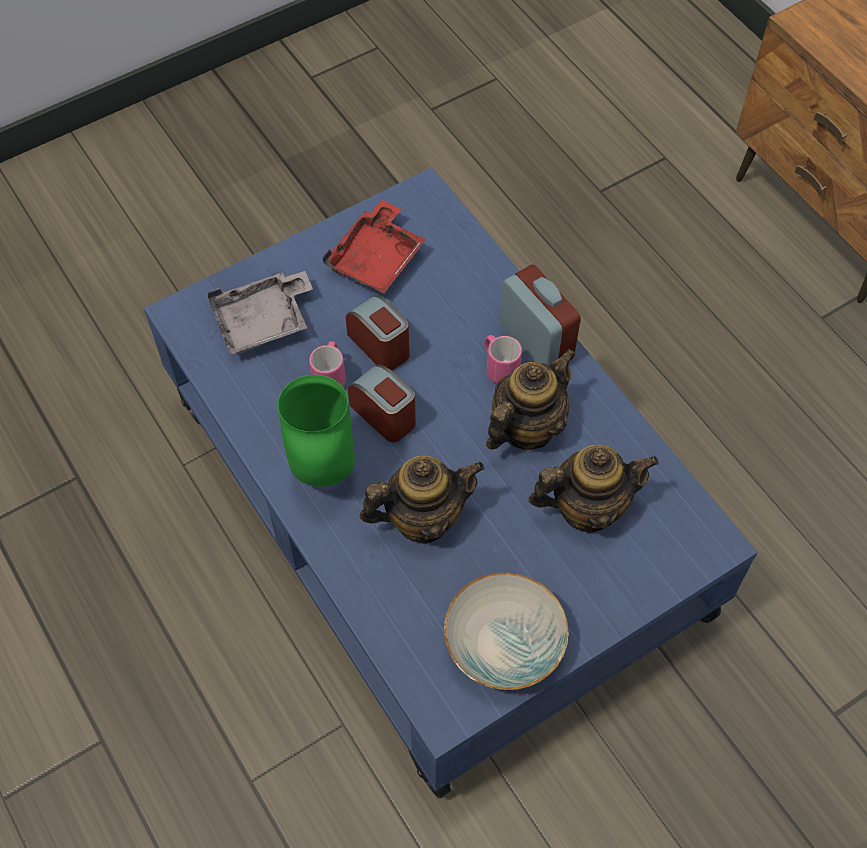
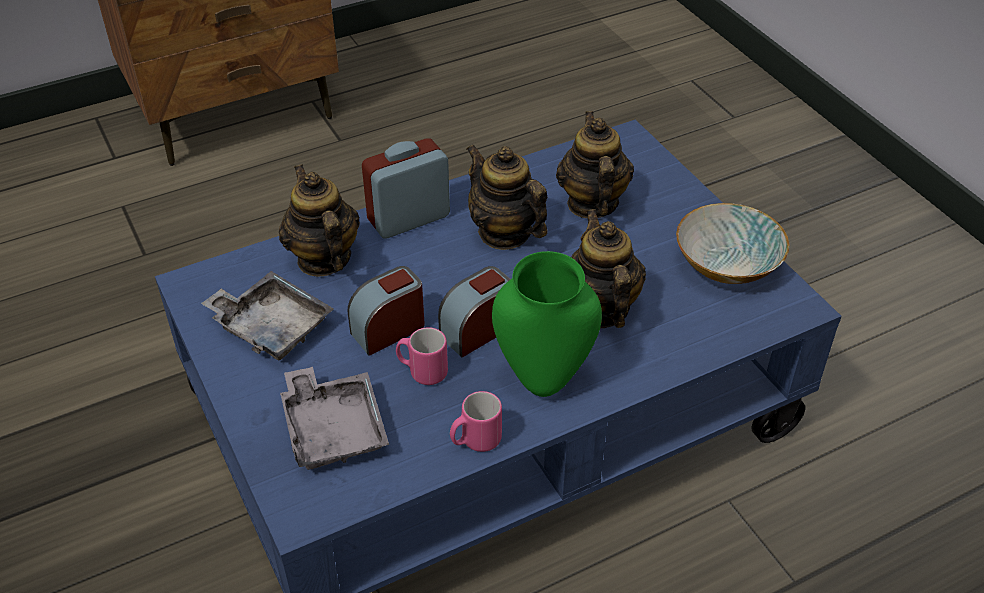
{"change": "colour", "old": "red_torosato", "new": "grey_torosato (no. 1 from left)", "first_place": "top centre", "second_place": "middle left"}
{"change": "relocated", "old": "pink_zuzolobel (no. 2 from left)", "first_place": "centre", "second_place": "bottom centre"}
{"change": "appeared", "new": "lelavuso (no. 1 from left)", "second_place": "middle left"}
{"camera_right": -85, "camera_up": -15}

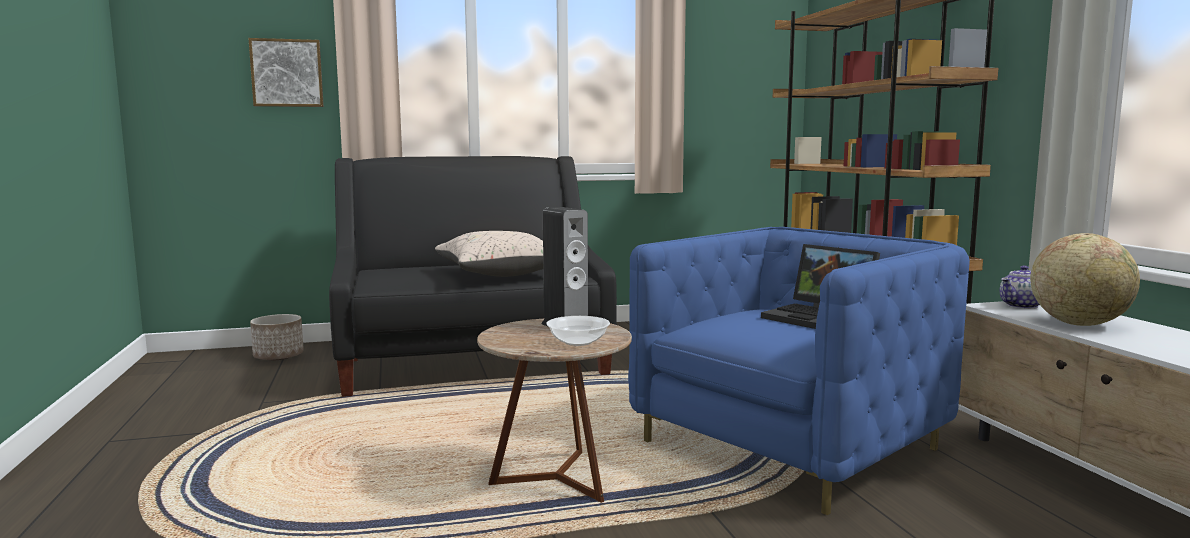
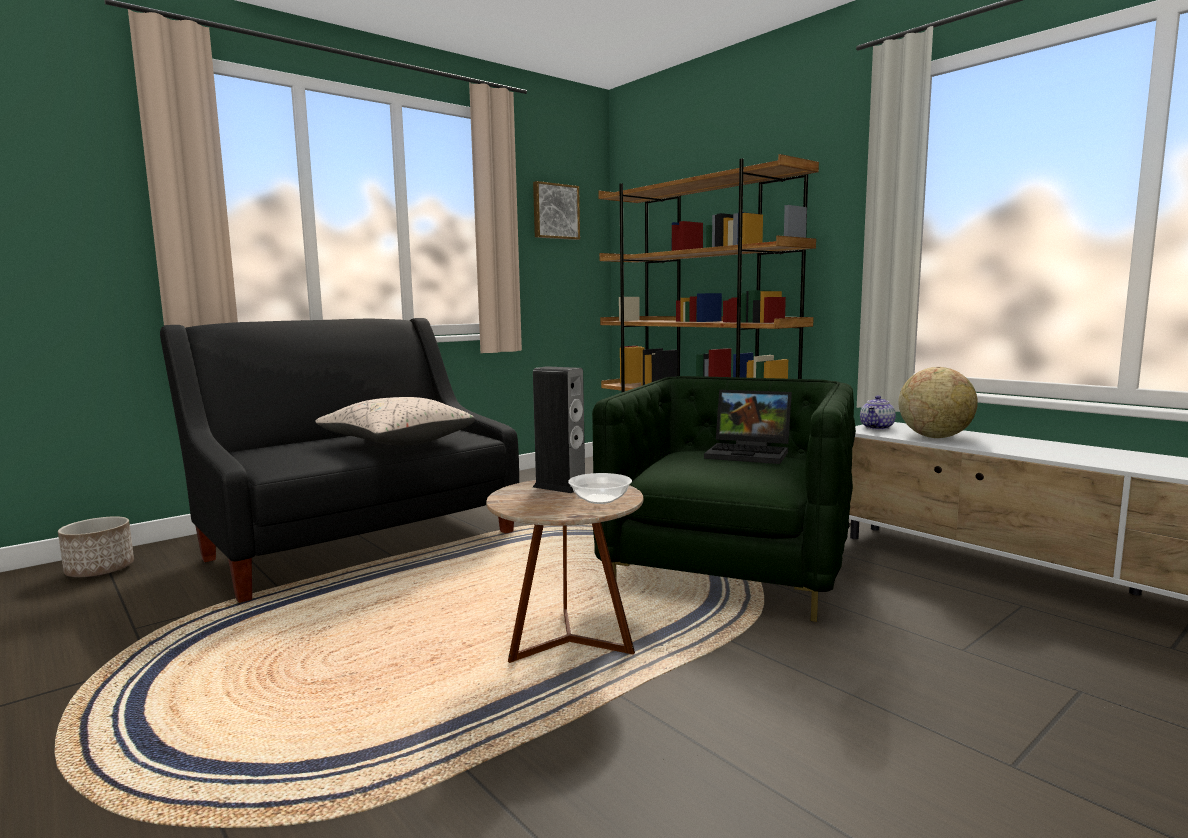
{"change": "relocated", "old": "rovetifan", "first_place": "top left", "second_place": "top centre"}
{"change": "colour", "old": "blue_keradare", "new": "green_keradare", "first_place": "bottom right", "second_place": "centre"}
{"camera_right": -25, "camera_up": 0}

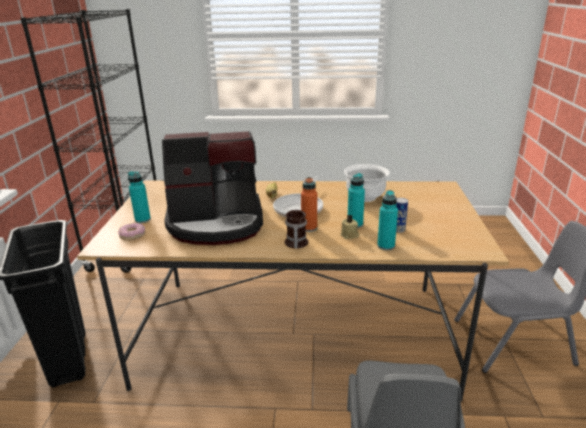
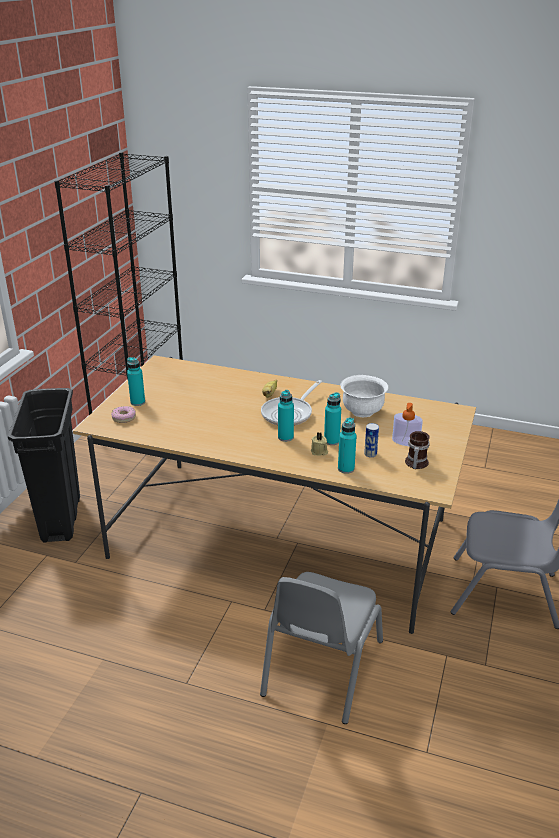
{"change": "missing", "old": "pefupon", "first_place": "centre"}
{"change": "colour", "old": "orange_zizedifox", "new": "turquoise_zizedifox (no. 2 from left)", "first_place": "centre", "second_place": "centre"}
{"change": "relocated", "old": "zuzolobel", "first_place": "centre", "second_place": "middle right"}
{"change": "appeared", "new": "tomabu", "second_place": "middle right"}
{"camera_right": 15, "camera_up": 5}

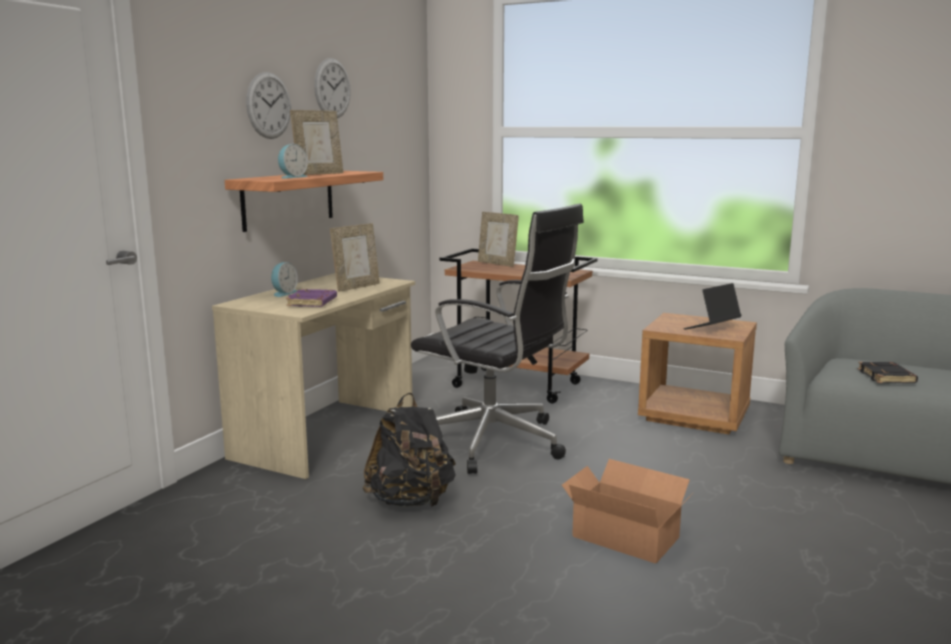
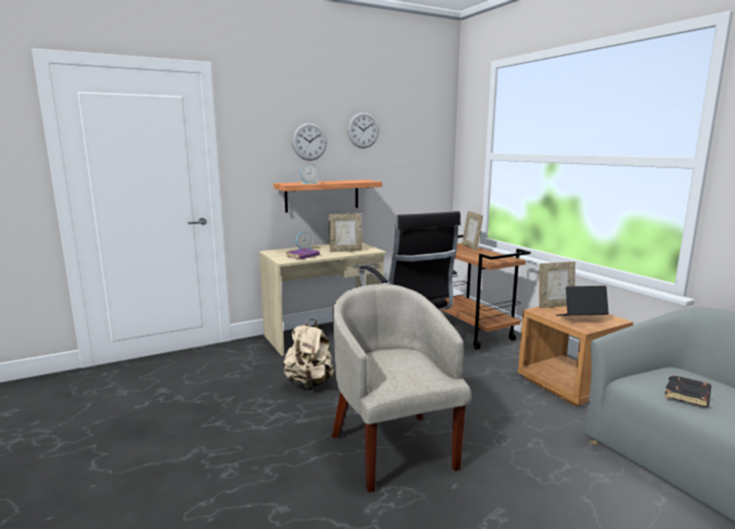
{"change": "relocated", "old": "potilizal (no. 1 from left in the first image)", "new": "potilizal (no. 3 from left)", "first_place": "top left", "second_place": "middle right"}
{"change": "colour", "old": "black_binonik", "new": "beige_binonik", "first_place": "bottom centre", "second_place": "bottom centre"}
{"change": "exchanged", "old": "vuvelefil", "new": "beige_keradare", "first_place": "bottom centre", "second_place": "bottom centre"}
{"camera_right": 35, "camera_up": 0}

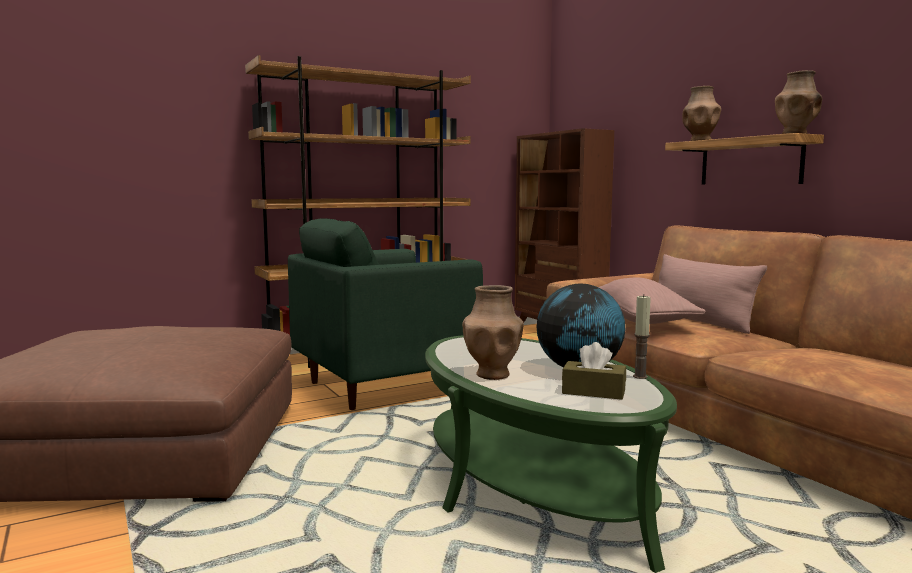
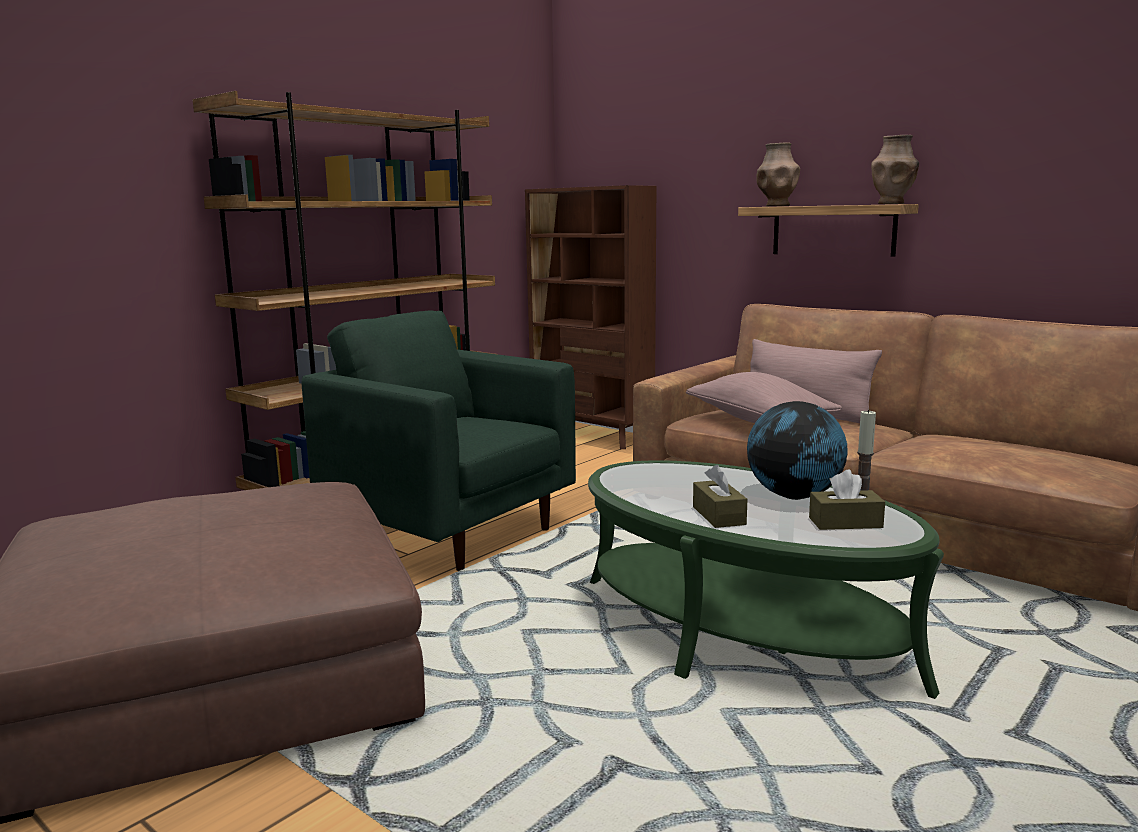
{"change": "spun", "old": "green_keradare", "first_place": "centre", "second_place": "centre", "degrees": 90}
{"change": "exchanged", "old": "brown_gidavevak (no. 1 from left)", "new": "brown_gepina (no. 1 from left)", "first_place": "centre", "second_place": "centre"}
{"camera_right": -20, "camera_up": 5}

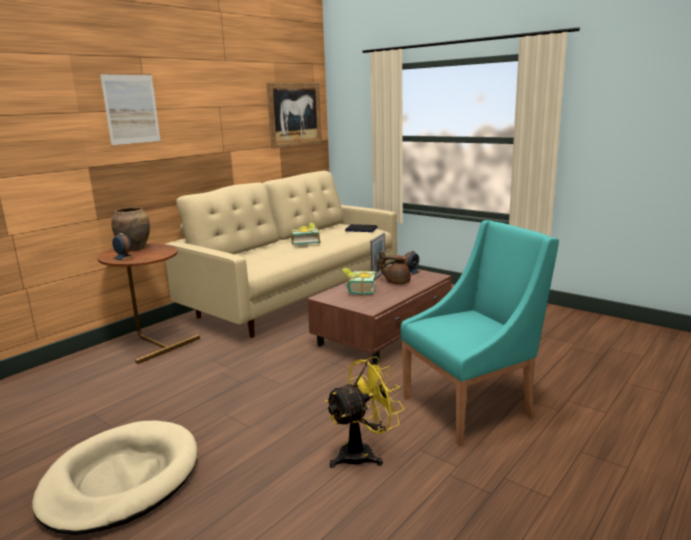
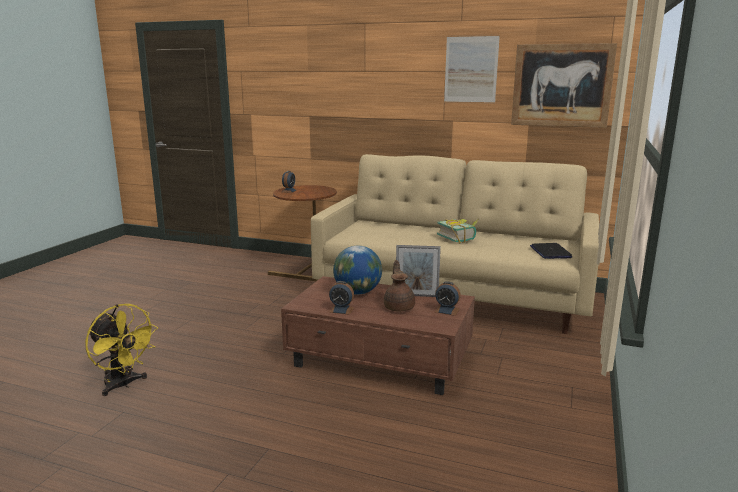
{"change": "relocated", "old": "rovetifan (no. 1 from left)", "first_place": "top left", "second_place": "top centre"}
{"change": "missing", "old": "brown_gidavevak", "first_place": "middle left"}
{"change": "missing", "old": "turquoise_keradare", "first_place": "middle right"}
{"change": "exchanged", "old": "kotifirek (no. 2 from left)", "new": "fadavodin", "first_place": "centre", "second_place": "centre"}
{"change": "missing", "old": "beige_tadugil", "first_place": "bottom left"}
{"change": "appeared", "new": "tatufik (no. 2 from left)", "second_place": "centre"}
{"camera_right": 70, "camera_up": 0}

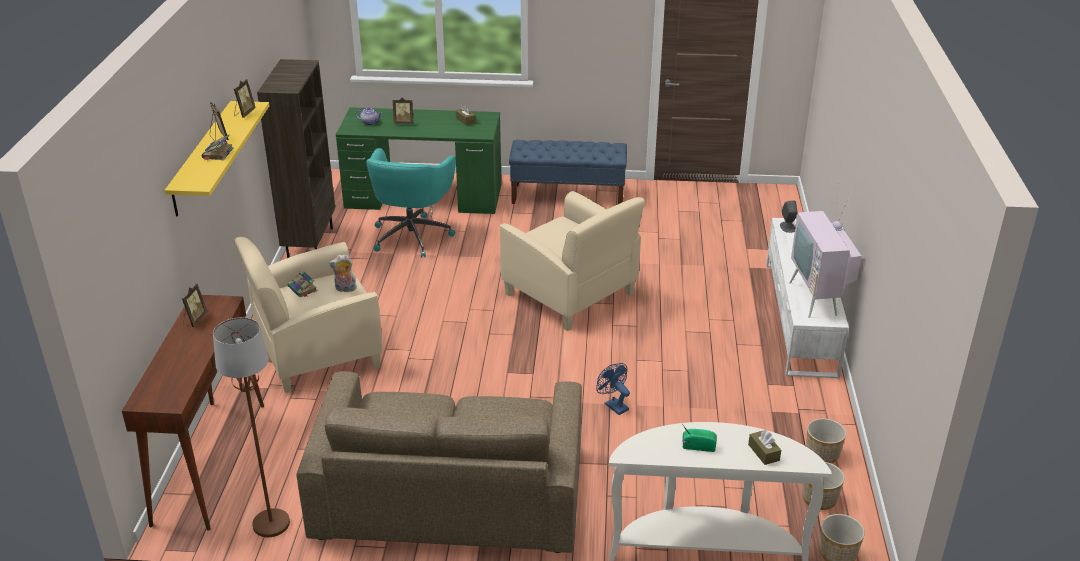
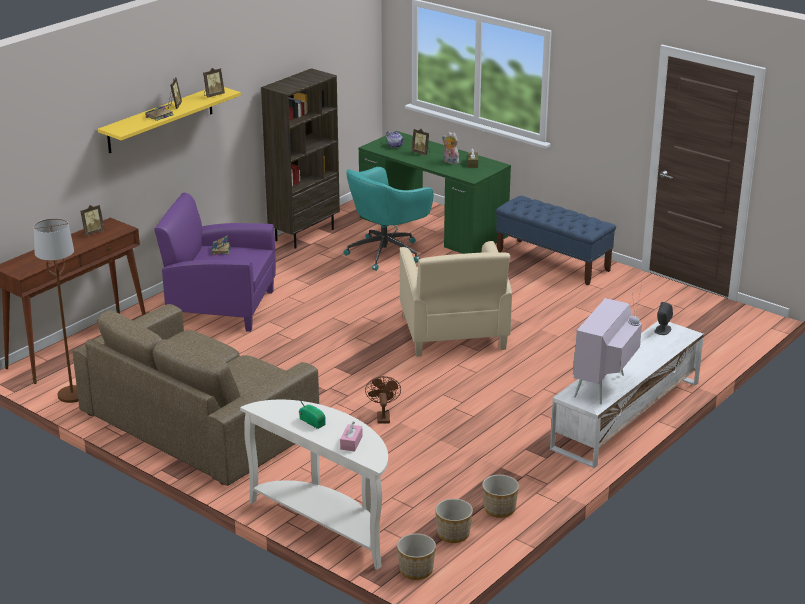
{"change": "colour", "old": "beige_keradare (no. 1 from left)", "new": "purple_keradare", "first_place": "middle left", "second_place": "middle left"}
{"change": "relocated", "old": "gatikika", "first_place": "middle left", "second_place": "top centre"}
{"change": "colour", "old": "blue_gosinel", "new": "brown_gosinel", "first_place": "bottom centre", "second_place": "centre"}
{"change": "colour", "old": "brown_gepina (no. 2 from left)", "new": "pink_gepina", "first_place": "bottom right", "second_place": "bottom centre"}
{"camera_right": 35, "camera_up": -5}

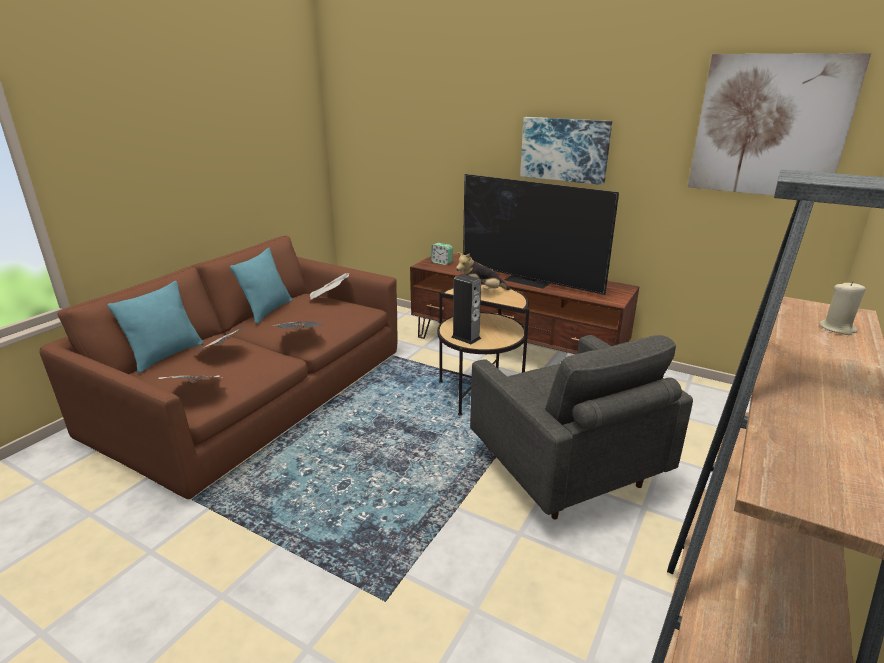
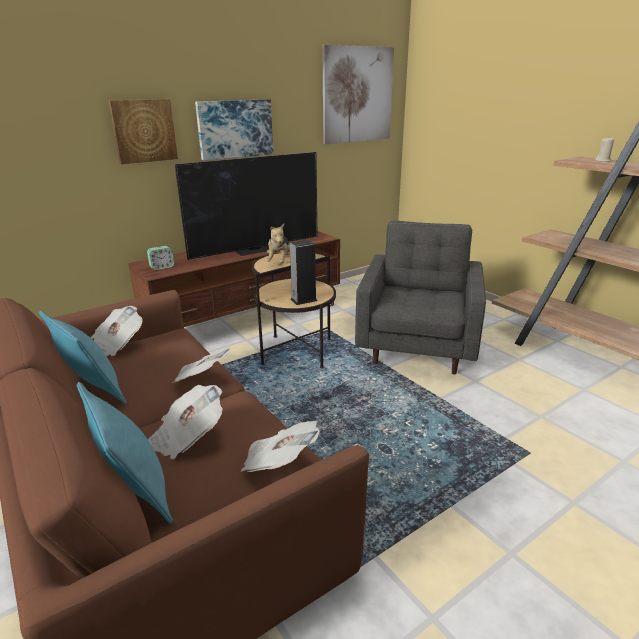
{"change": "spun", "old": "grey_keradare", "first_place": "centre", "second_place": "centre", "degrees": -75}
{"change": "appeared", "new": "rovetifan (no. 1 from left)", "second_place": "top left"}
{"camera_right": -65, "camera_up": 0}

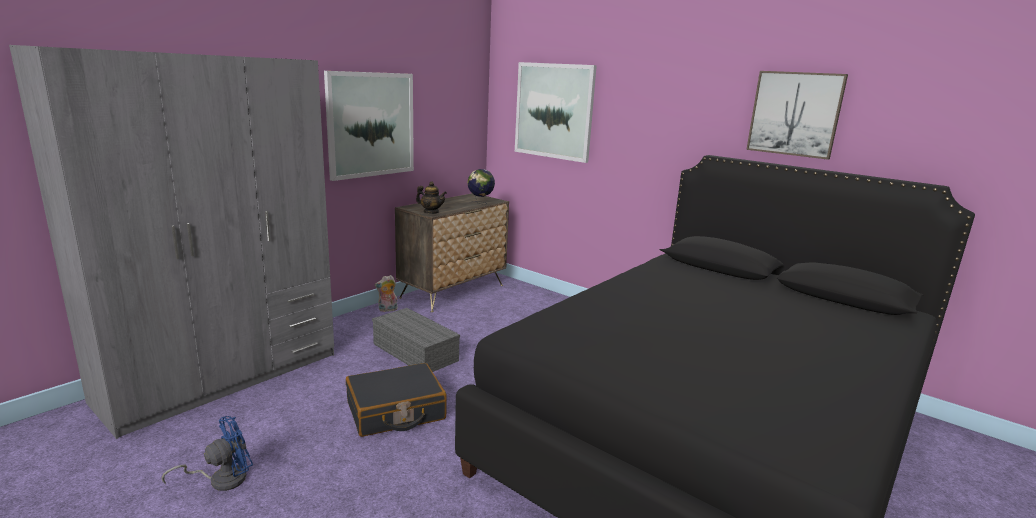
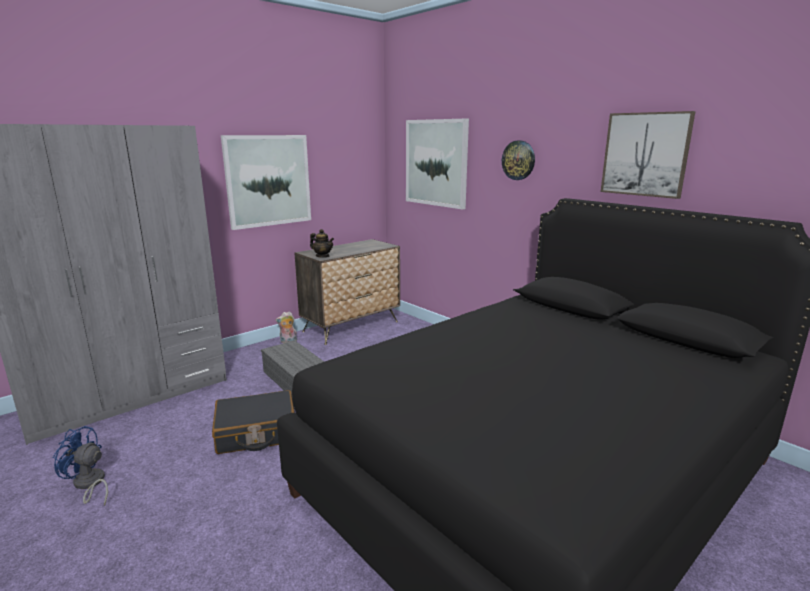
{"change": "missing", "old": "fadavodin", "first_place": "centre"}
{"change": "spun", "old": "blue_gosinel", "first_place": "bottom left", "second_place": "bottom left", "degrees": -135}
{"change": "appeared", "new": "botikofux", "second_place": "top centre"}
{"camera_right": 10, "camera_up": 0}

